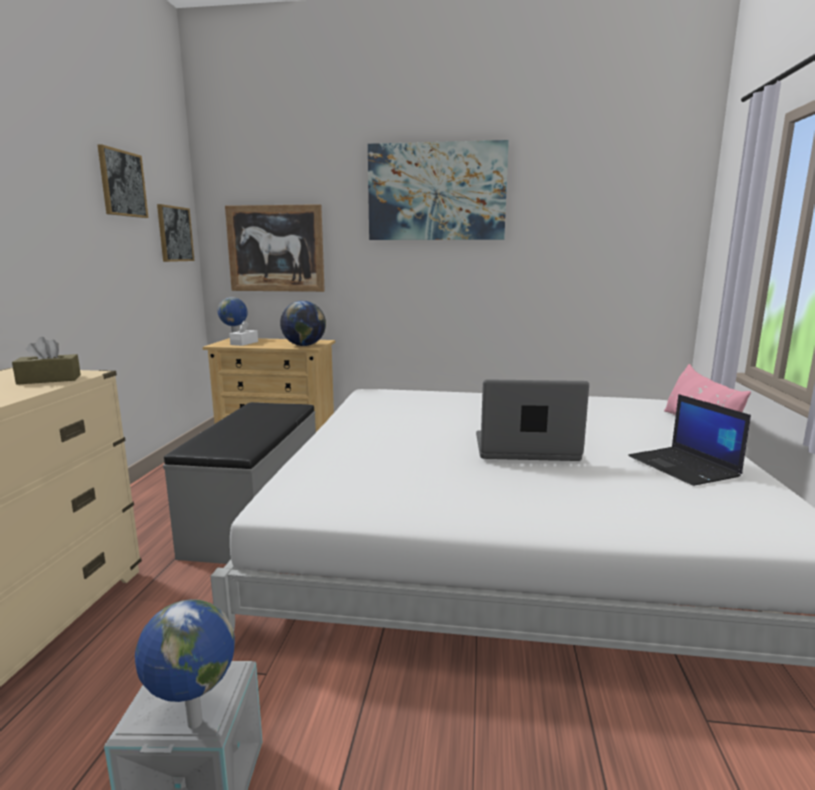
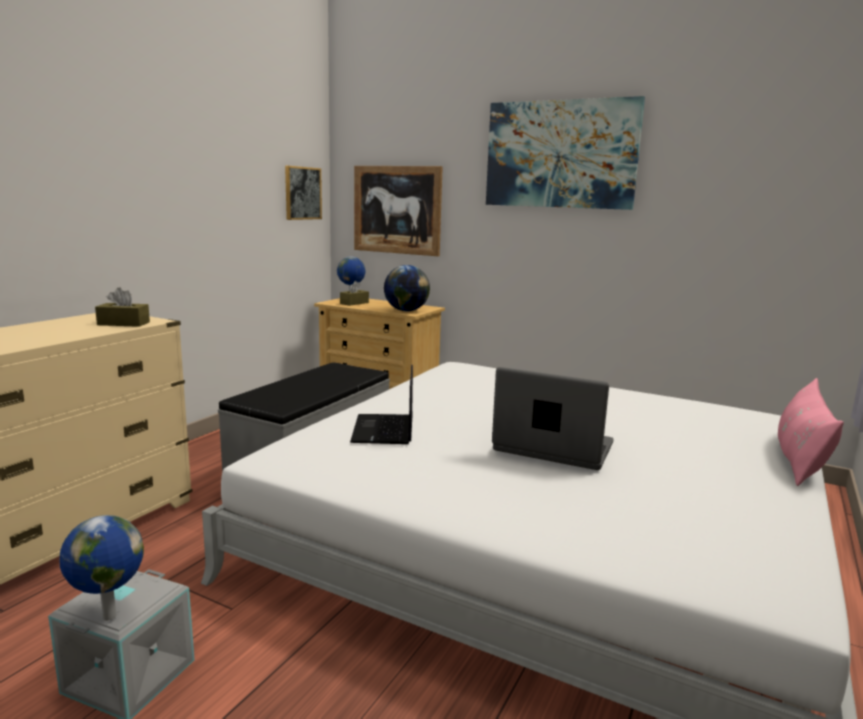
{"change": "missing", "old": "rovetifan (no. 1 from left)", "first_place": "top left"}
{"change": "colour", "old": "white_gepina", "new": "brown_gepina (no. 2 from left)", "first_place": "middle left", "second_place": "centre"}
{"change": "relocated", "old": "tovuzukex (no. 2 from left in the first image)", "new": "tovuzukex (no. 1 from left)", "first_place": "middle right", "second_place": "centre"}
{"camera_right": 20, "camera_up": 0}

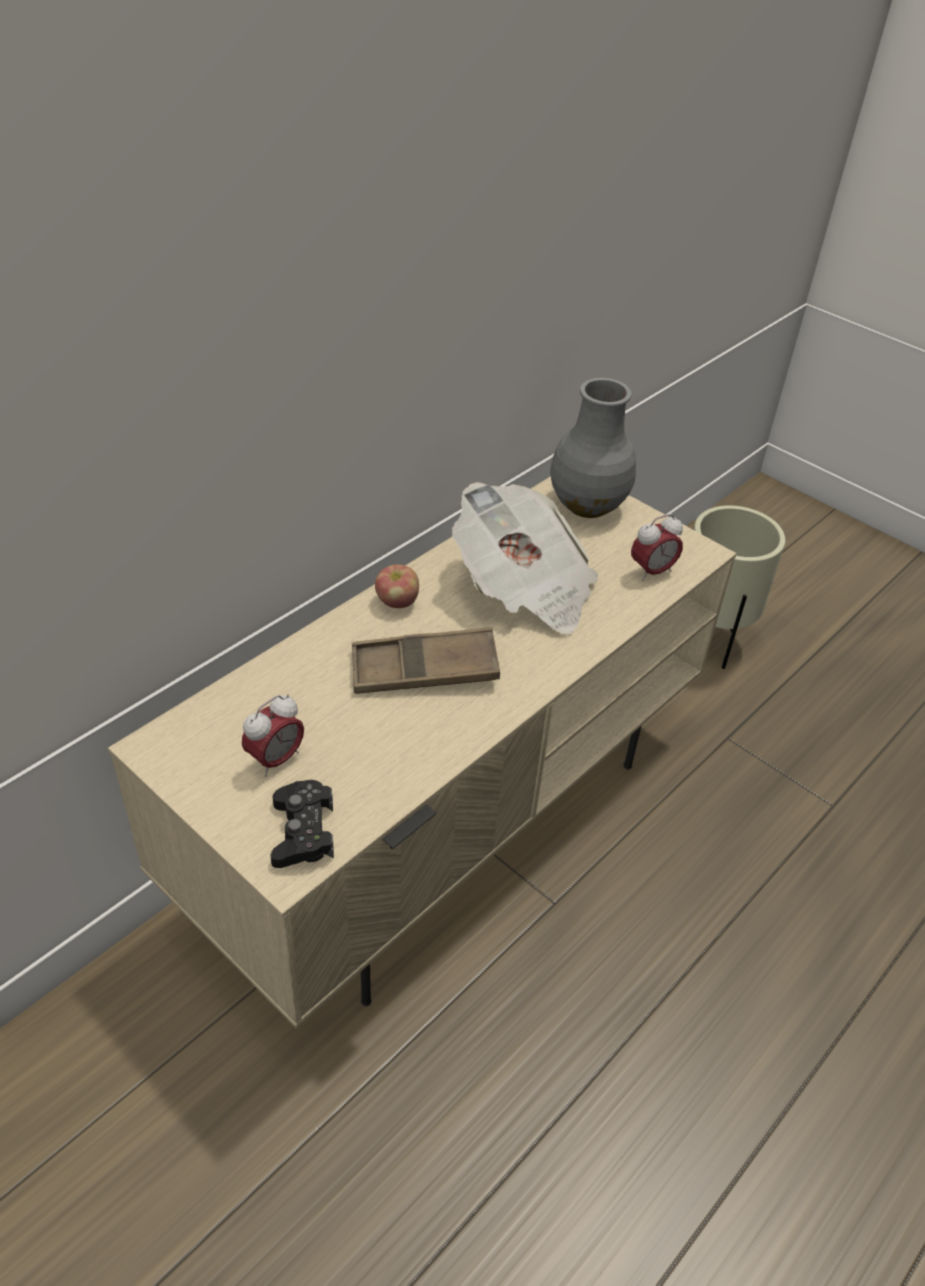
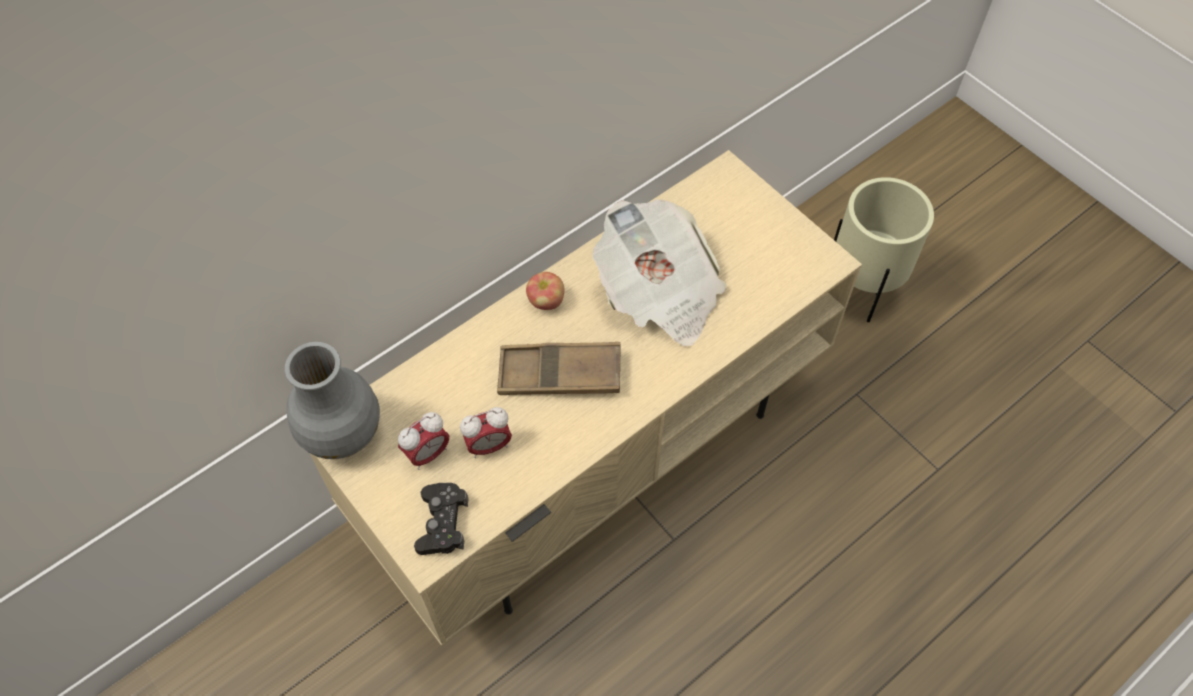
{"change": "relocated", "old": "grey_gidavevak", "first_place": "centre", "second_place": "middle left"}
{"change": "relocated", "old": "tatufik (no. 2 from left)", "first_place": "middle right", "second_place": "centre"}
{"camera_right": 10, "camera_up": 15}

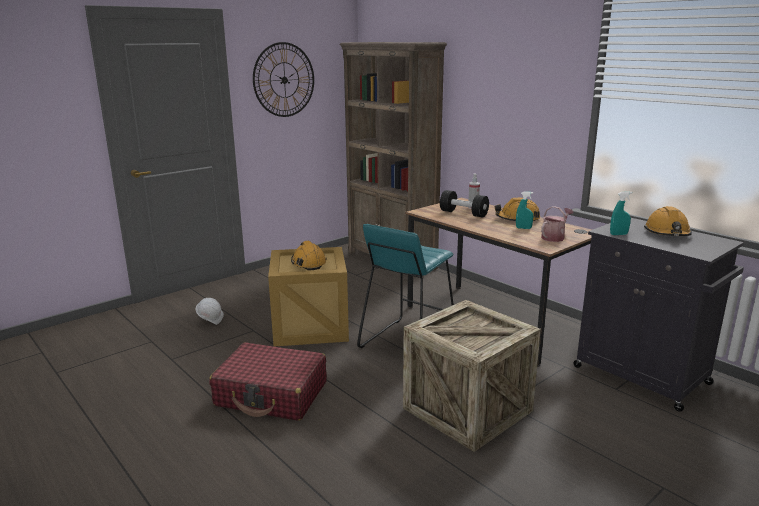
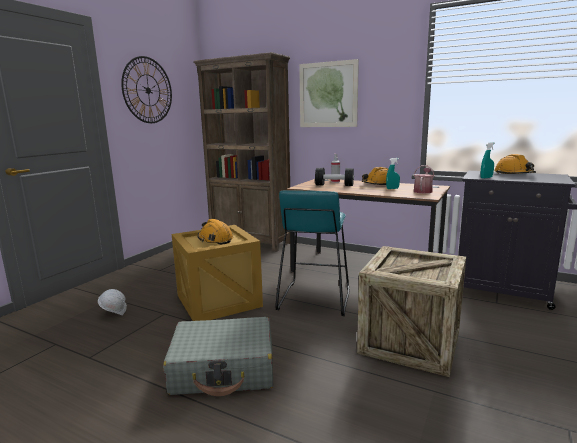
{"change": "colour", "old": "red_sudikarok", "new": "grey_sudikarok", "first_place": "bottom centre", "second_place": "bottom centre"}
{"change": "appeared", "new": "rovetifan", "second_place": "top centre"}
{"camera_right": -20, "camera_up": -5}

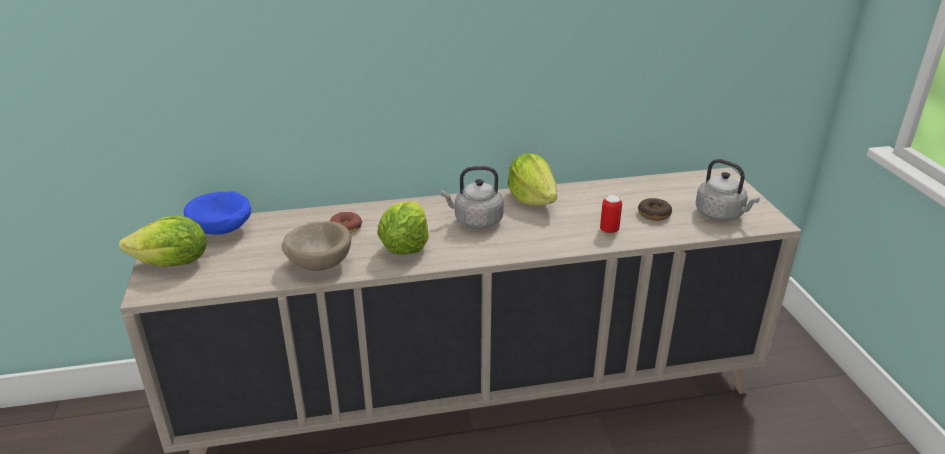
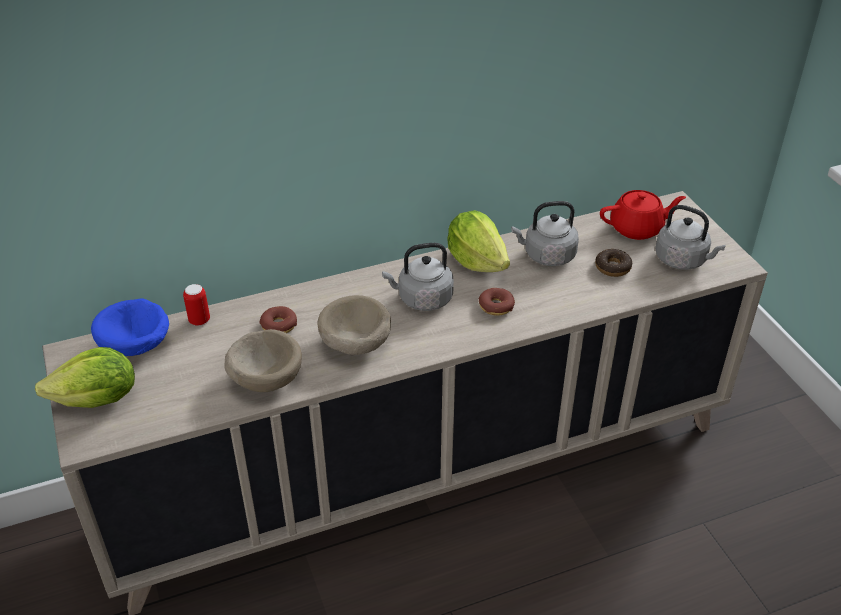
{"change": "relocated", "old": "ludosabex", "first_place": "centre", "second_place": "middle left"}
{"change": "exchanged", "old": "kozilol (no. 2 from left)", "new": "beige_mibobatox (no. 2 from left)", "first_place": "centre", "second_place": "centre"}
{"change": "appeared", "new": "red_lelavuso", "second_place": "middle right"}
{"change": "appeared", "new": "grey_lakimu (no. 2 from left)", "second_place": "centre"}
{"change": "appeared", "new": "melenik (no. 2 from left)", "second_place": "centre"}
{"camera_right": -10, "camera_up": 10}

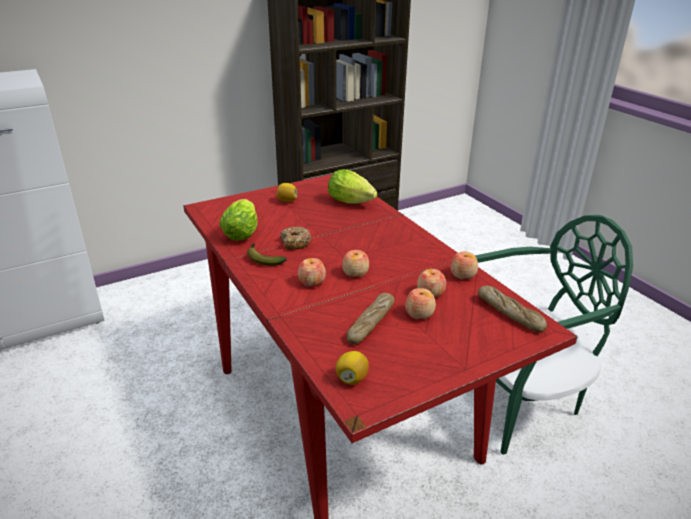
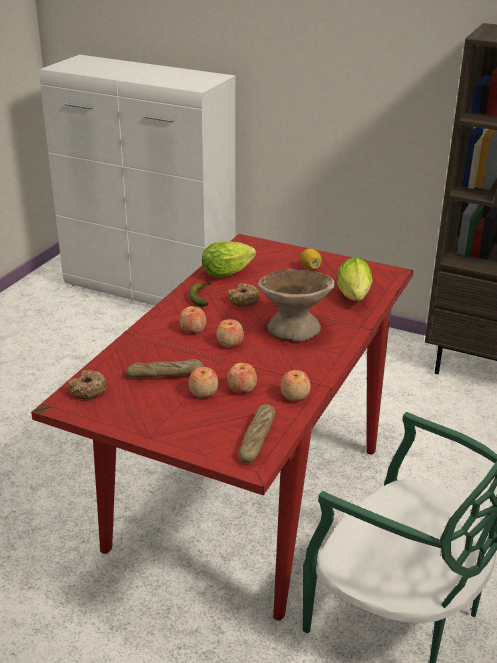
{"change": "exchanged", "old": "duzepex (no. 2 from left)", "new": "melenik (no. 1 from left)", "first_place": "bottom centre", "second_place": "middle left"}
{"change": "appeared", "new": "beige_mibobatox", "second_place": "centre"}
{"camera_right": 55, "camera_up": 0}

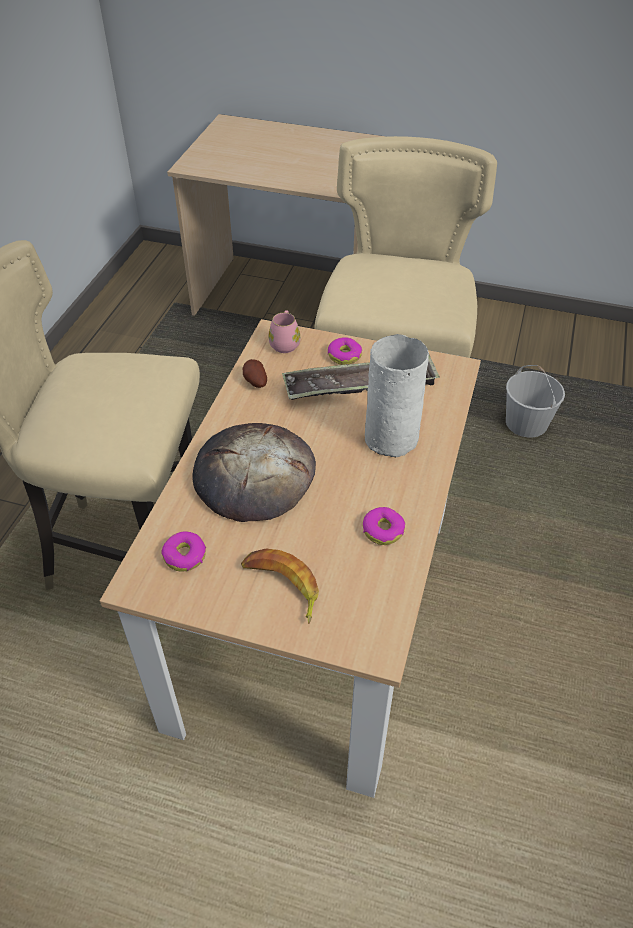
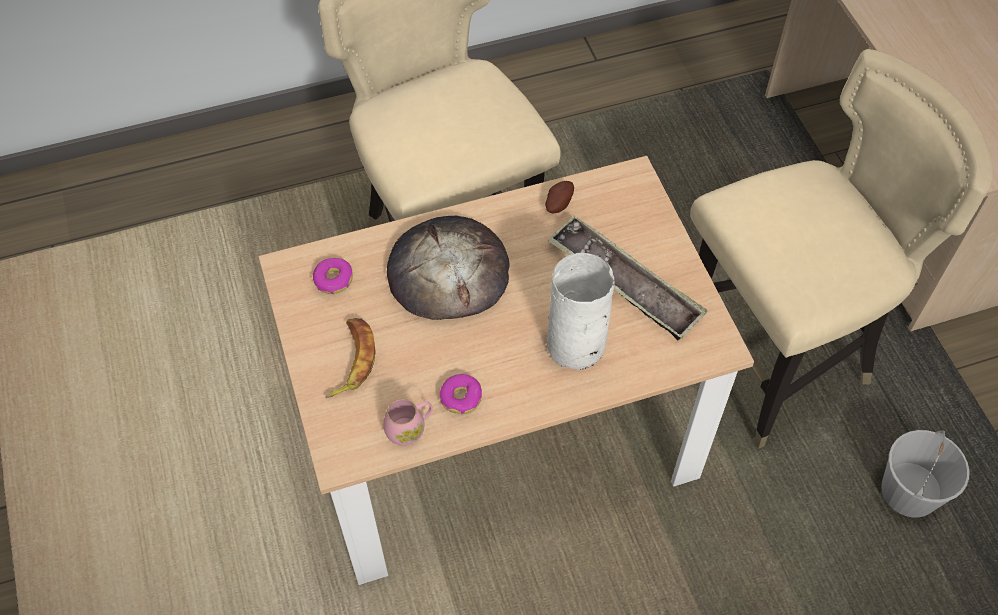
{"change": "relocated", "old": "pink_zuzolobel", "first_place": "centre", "second_place": "bottom centre"}
{"change": "missing", "old": "melenik (no. 2 from left)", "first_place": "centre"}
{"camera_right": 55, "camera_up": 10}

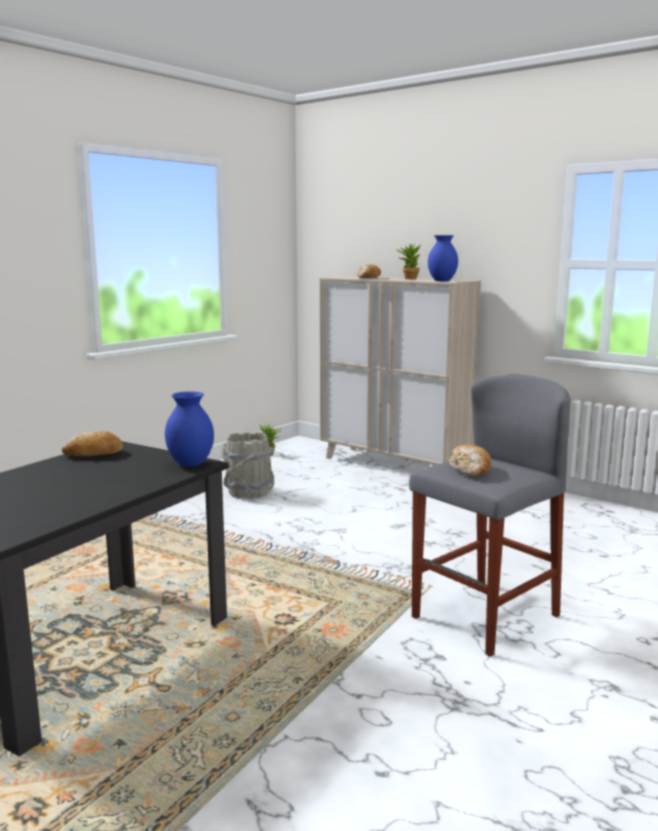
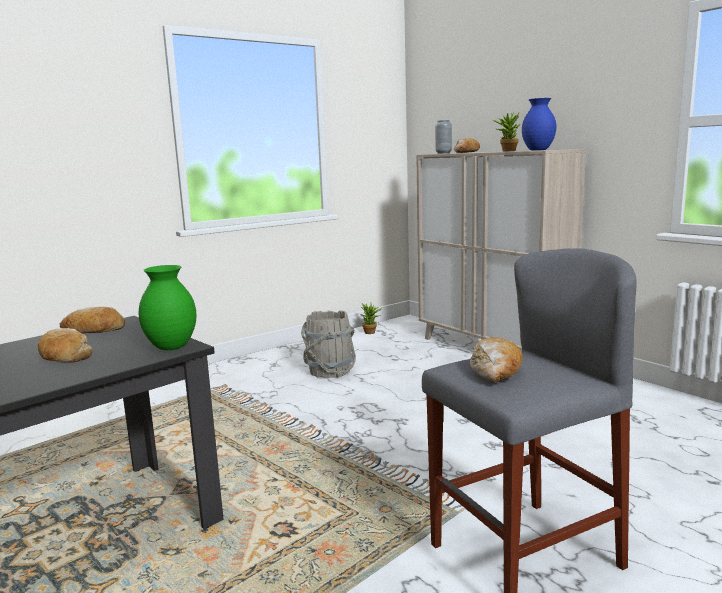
{"change": "colour", "old": "blue_gidavevak (no. 1 from left)", "new": "green_gidavevak", "first_place": "middle left", "second_place": "middle left"}
{"change": "appeared", "new": "grey_gidavevak", "second_place": "top centre"}
{"change": "appeared", "new": "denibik (no. 1 from left)", "second_place": "middle left"}
{"camera_right": 15, "camera_up": 0}

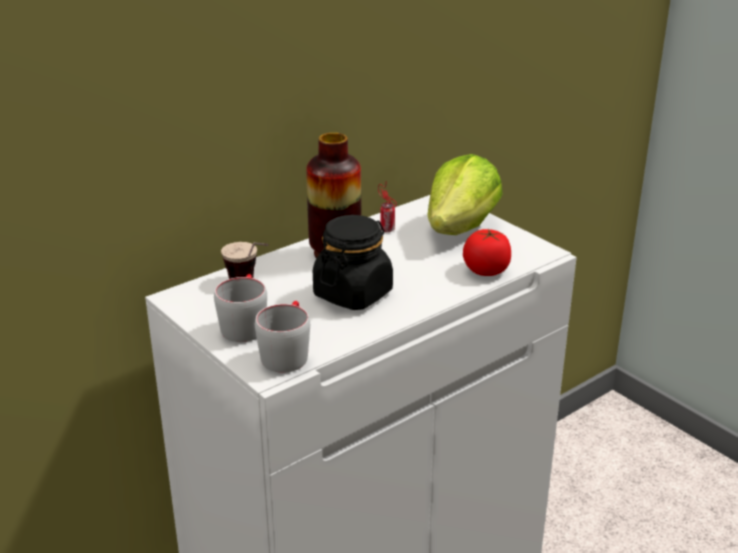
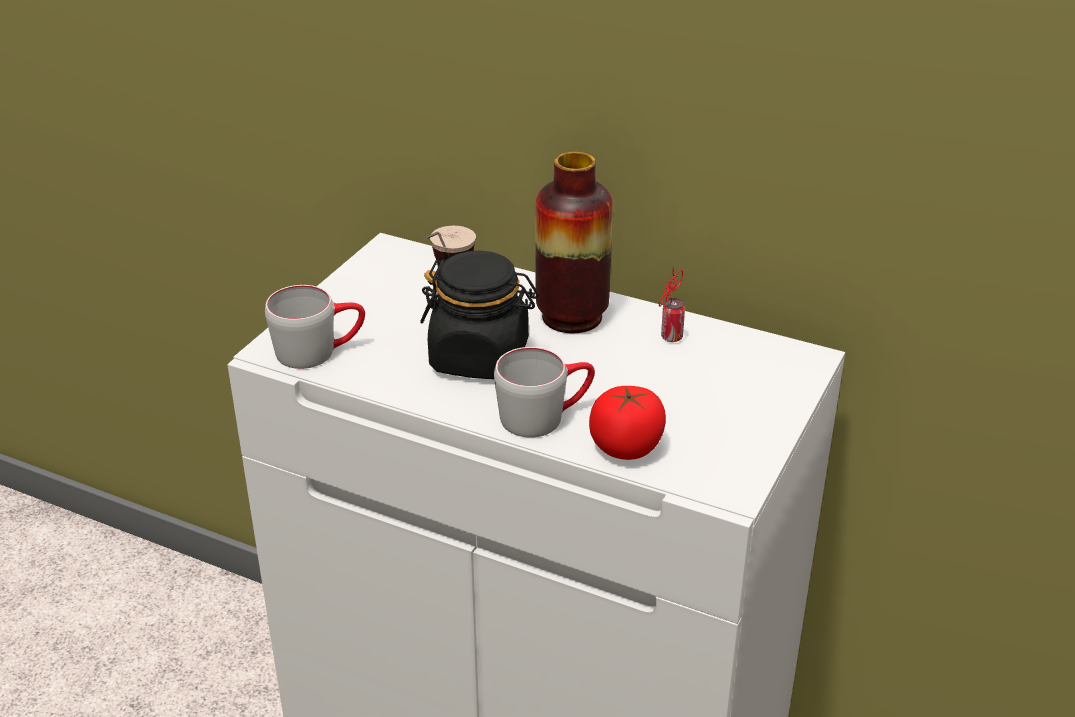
{"change": "missing", "old": "kozilol", "first_place": "centre"}
{"change": "relocated", "old": "grey_zuzolobel (no. 1 from left in the first image)", "new": "grey_zuzolobel (no. 2 from left)", "first_place": "middle left", "second_place": "centre"}
{"camera_right": 65, "camera_up": 5}

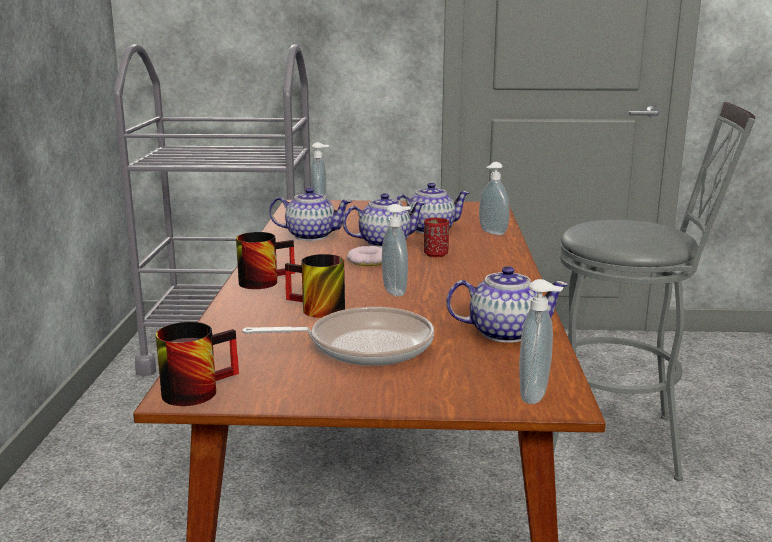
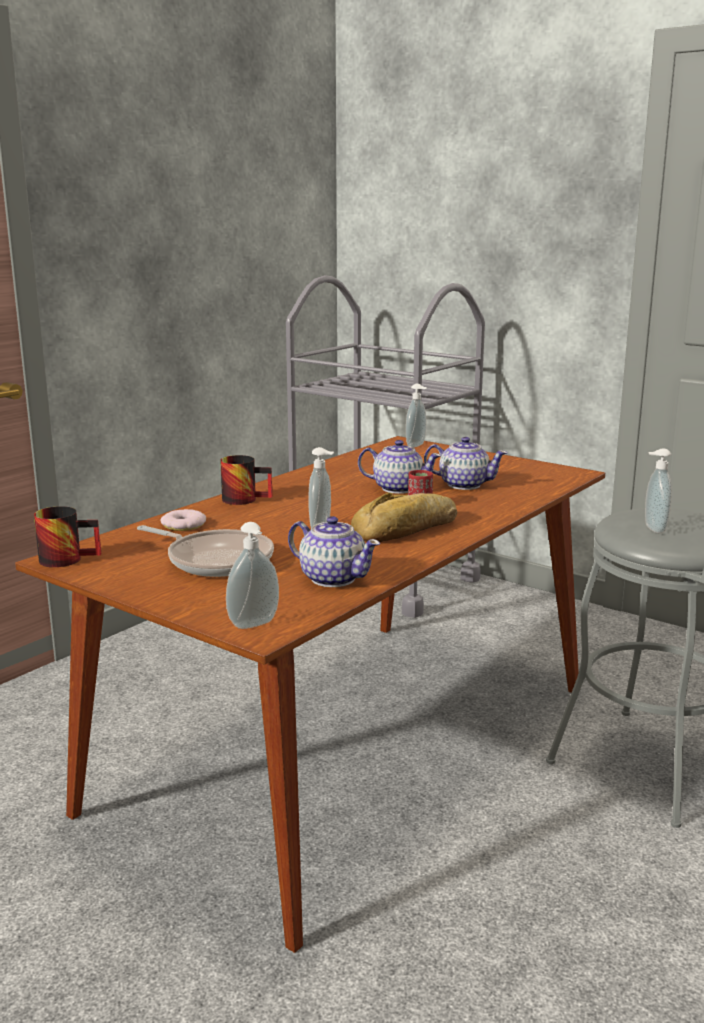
{"change": "relocated", "old": "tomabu (no. 3 from left in the first image)", "new": "tomabu (no. 4 from left)", "first_place": "centre", "second_place": "middle right"}
{"change": "missing", "old": "lelavuso (no. 1 from left)", "first_place": "centre"}
{"change": "relocated", "old": "melenik", "first_place": "centre", "second_place": "middle left"}
{"change": "missing", "old": "zuzolobel (no. 3 from left)", "first_place": "centre"}
{"change": "appeared", "new": "denibik", "second_place": "centre"}
{"camera_right": 35, "camera_up": 0}

